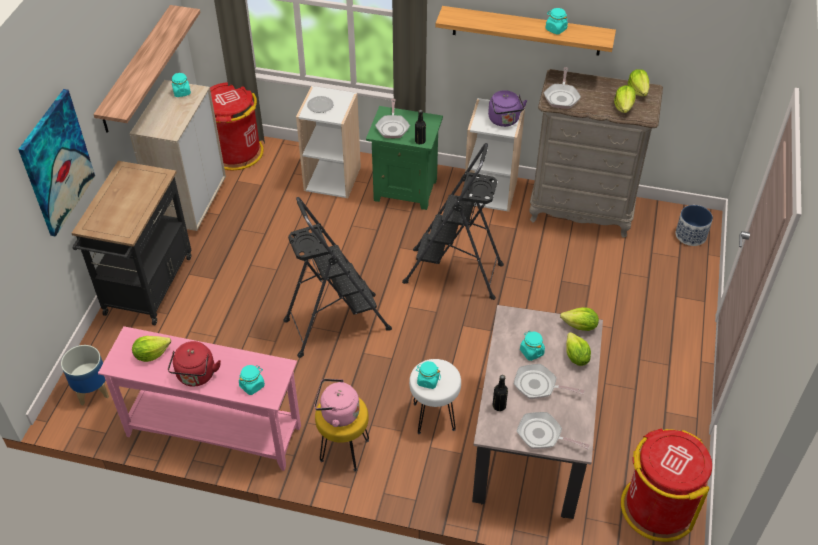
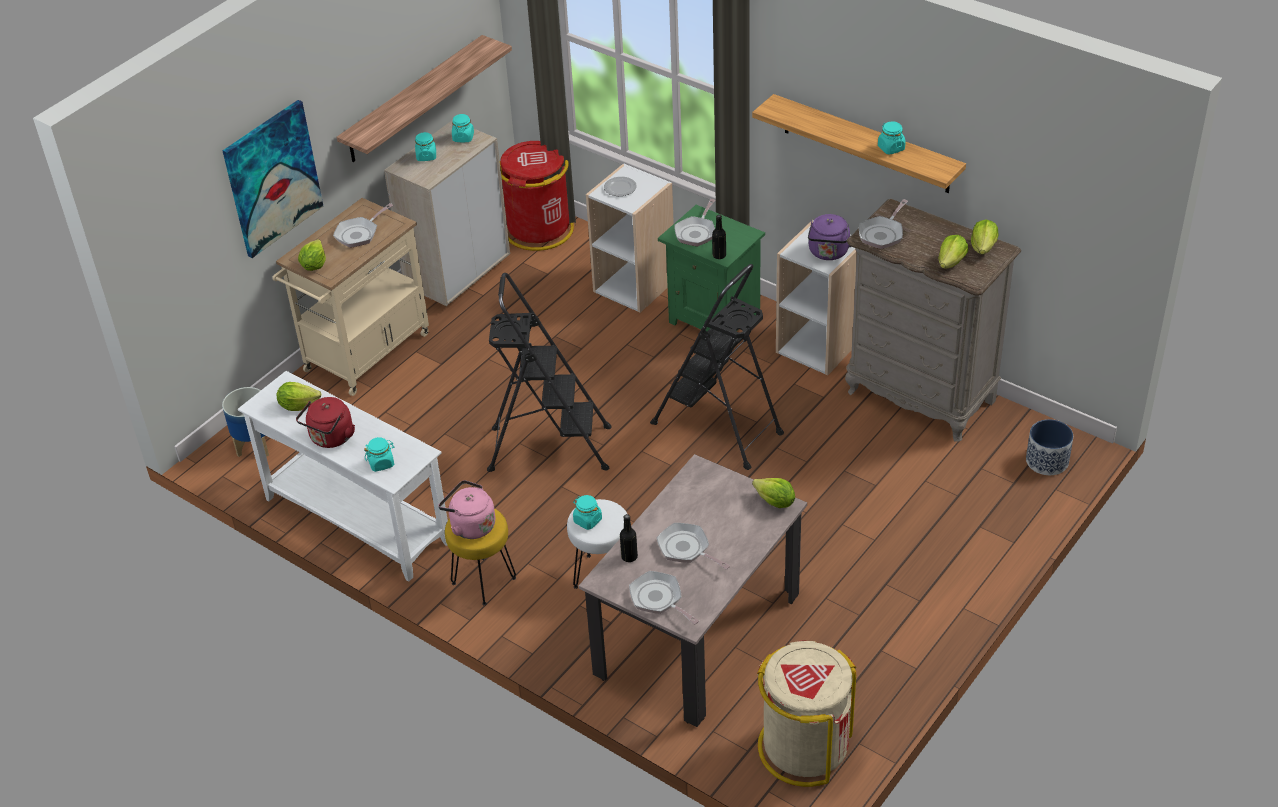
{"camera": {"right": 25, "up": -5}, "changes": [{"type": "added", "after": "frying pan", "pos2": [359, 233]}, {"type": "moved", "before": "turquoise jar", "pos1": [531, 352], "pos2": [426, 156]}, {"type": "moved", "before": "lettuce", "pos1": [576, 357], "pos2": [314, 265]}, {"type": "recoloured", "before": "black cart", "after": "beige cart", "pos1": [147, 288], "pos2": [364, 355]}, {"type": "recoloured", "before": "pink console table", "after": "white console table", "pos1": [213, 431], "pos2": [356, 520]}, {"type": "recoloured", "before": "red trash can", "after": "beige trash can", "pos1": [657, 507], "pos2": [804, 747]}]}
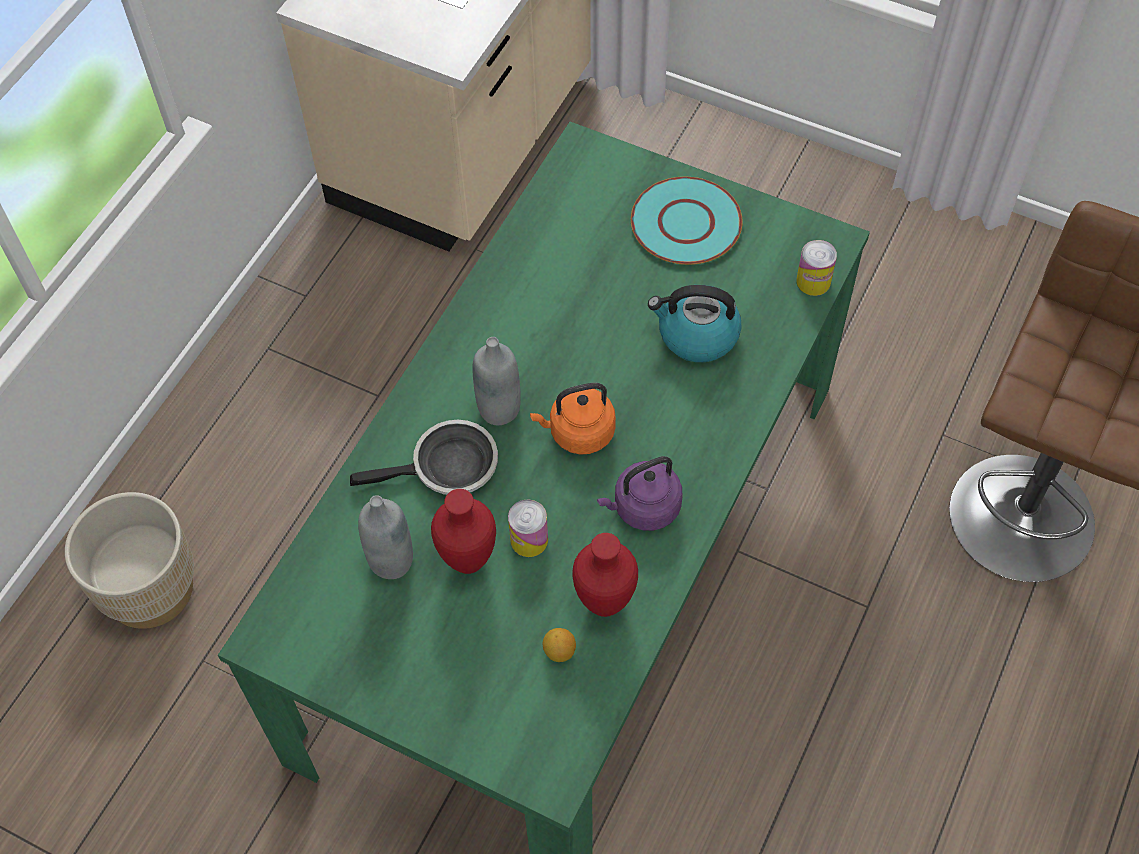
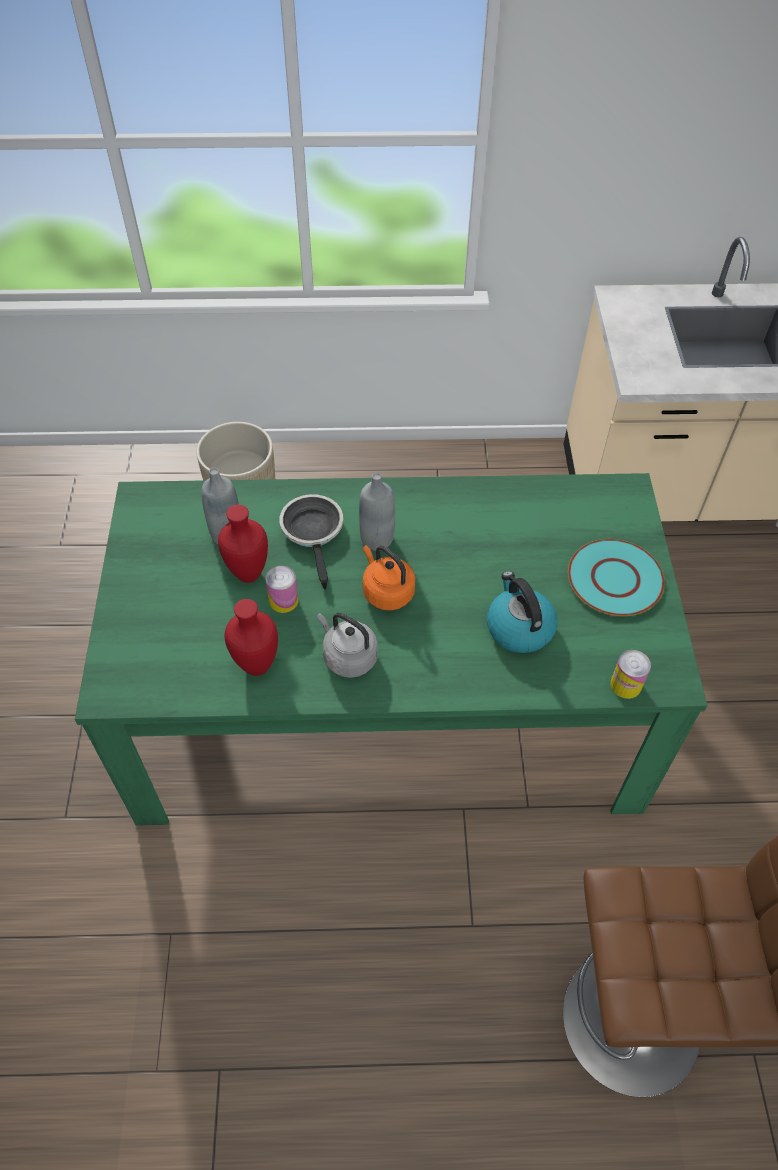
{"camera": {"right": 60, "up": -5}, "changes": [{"type": "removed", "before": "lemon", "pos1": [559, 651]}, {"type": "recoloured", "before": "purple kettle", "after": "grey kettle", "pos1": [643, 508], "pos2": [348, 657]}, {"type": "turned", "before": "frying pan", "pos1": [448, 468], "pos2": [314, 532], "turn": -150}]}
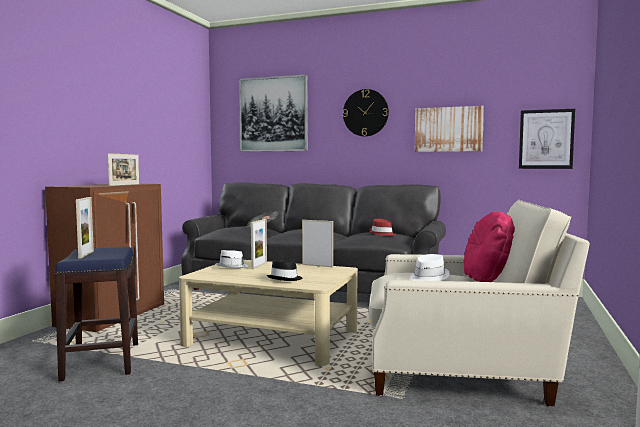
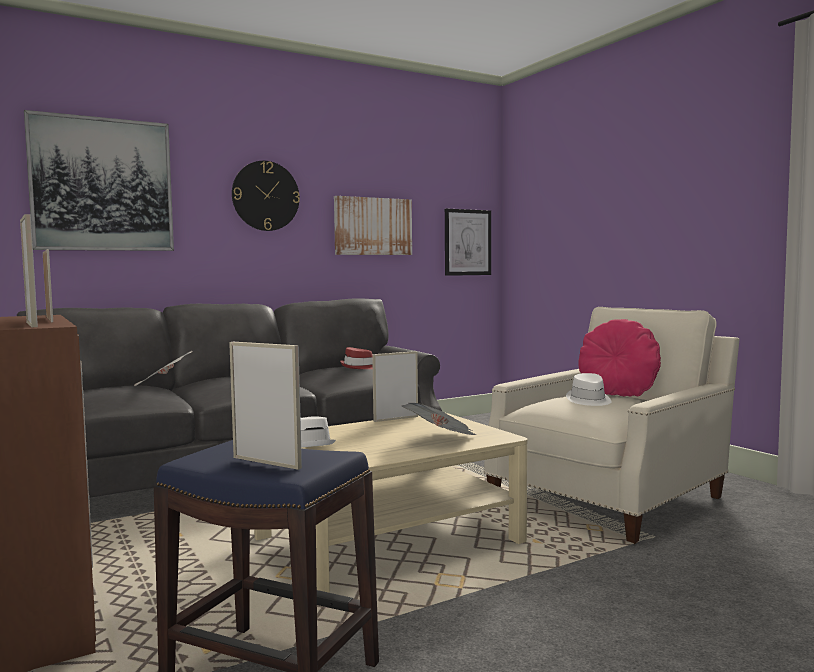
{"camera": {"right": -50, "up": 0}, "changes": [{"type": "moved", "before": "picture frame", "pos1": [259, 266], "pos2": [32, 325]}, {"type": "replaced", "before": "black hat", "after": "newspaper", "pos1": [285, 279], "pos2": [441, 440]}]}
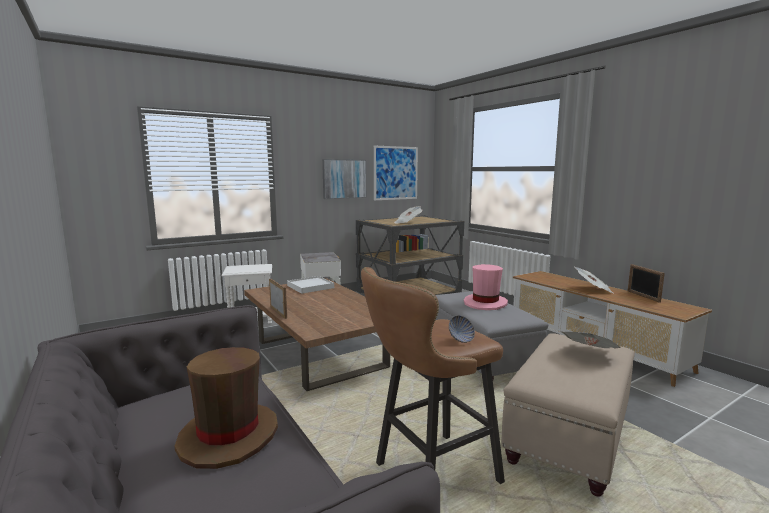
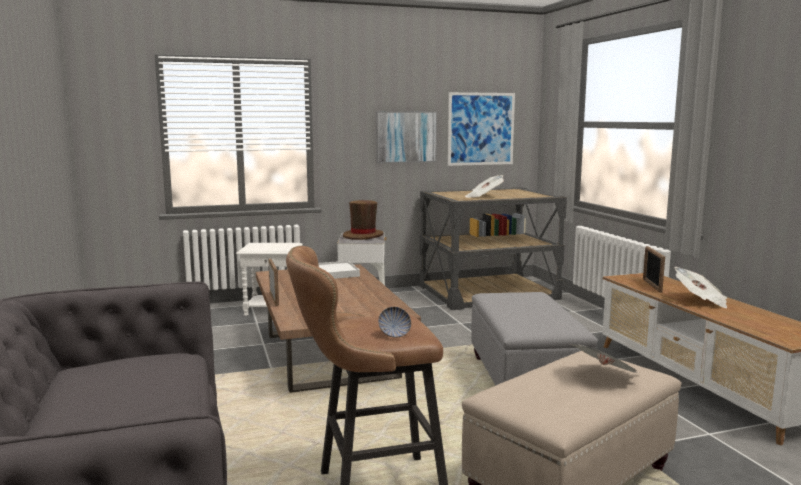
{"camera": {"right": 15, "up": 0}, "changes": [{"type": "removed", "before": "pink hat", "pos1": [485, 303]}, {"type": "moved", "before": "brown hat", "pos1": [229, 436], "pos2": [363, 236]}, {"type": "moved", "before": "picture frame", "pos1": [643, 296], "pos2": [652, 286]}]}
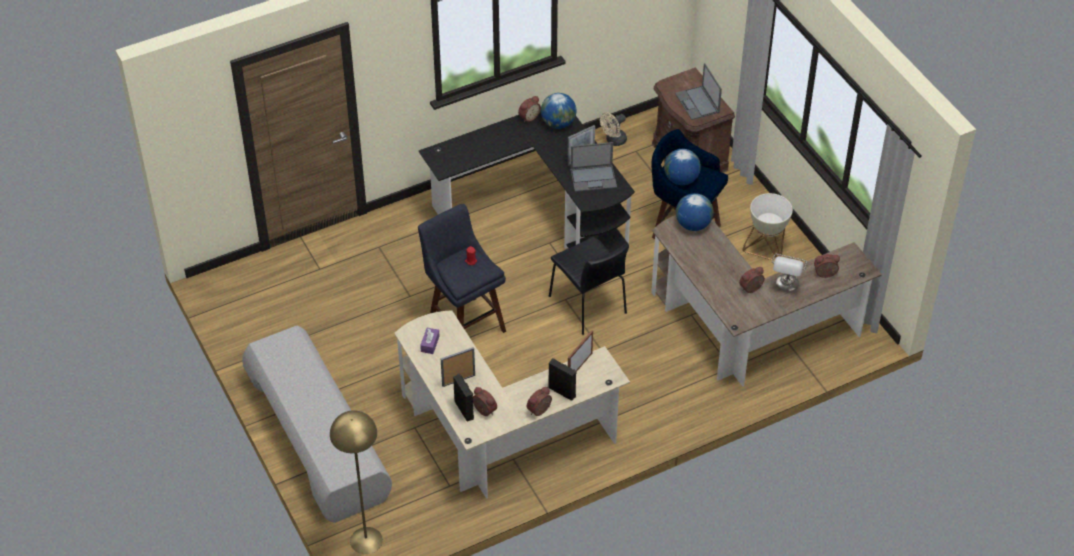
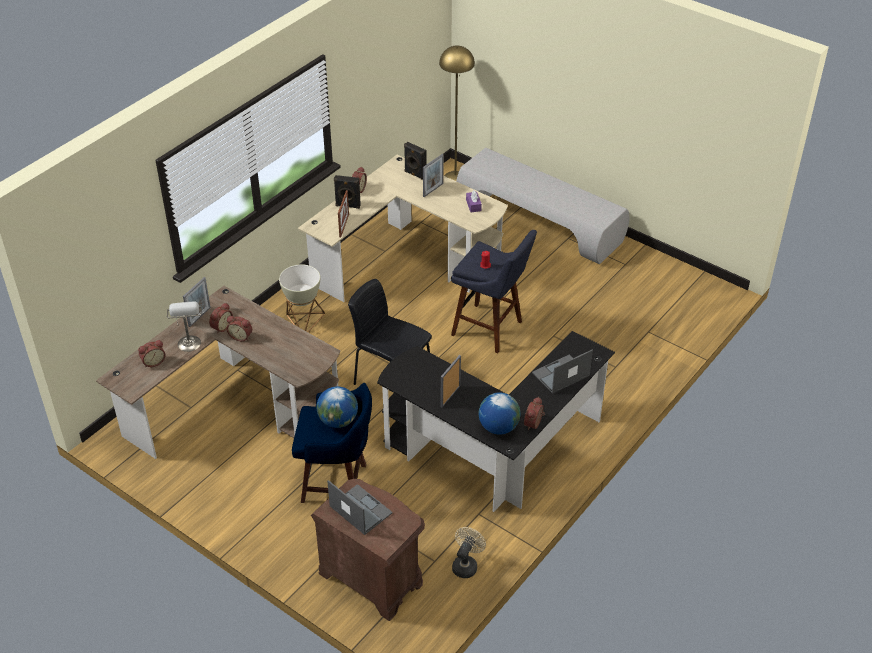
{"camera": {"right": 155, "up": -5}, "changes": [{"type": "removed", "before": "globe", "pos1": [693, 225]}, {"type": "added", "after": "picture frame", "pos2": [199, 317]}, {"type": "moved", "before": "alarm clock", "pos1": [483, 411], "pos2": [241, 336]}, {"type": "moved", "before": "laptop", "pos1": [594, 178], "pos2": [560, 375]}, {"type": "moved", "before": "planter", "pos1": [765, 249], "pos2": [304, 321]}]}
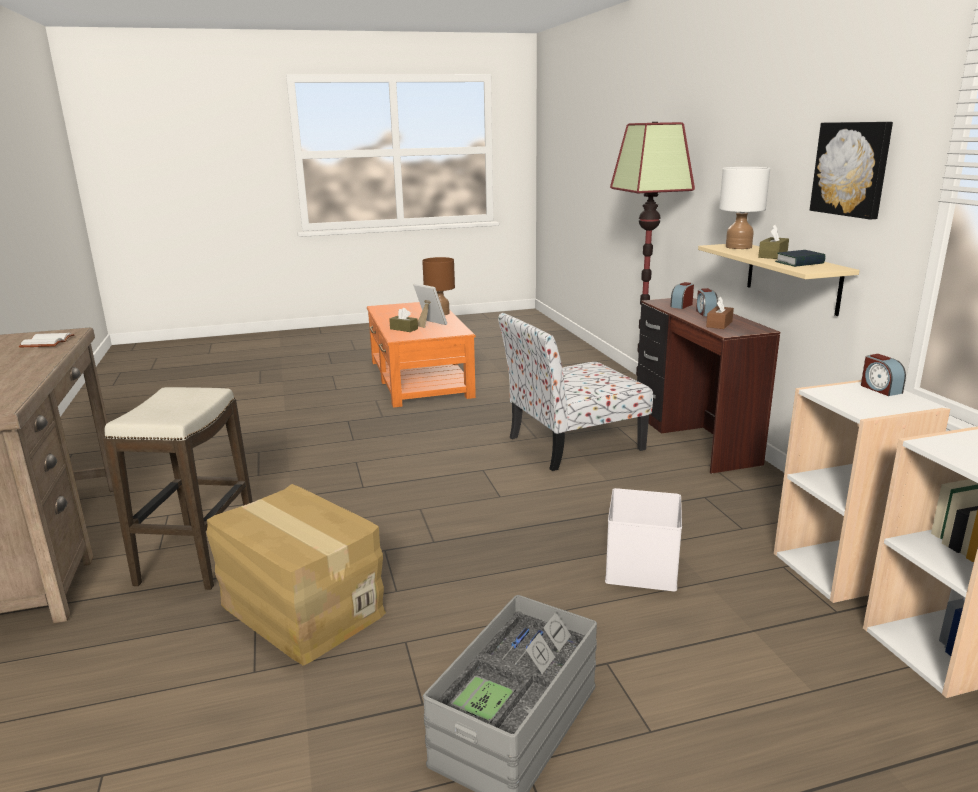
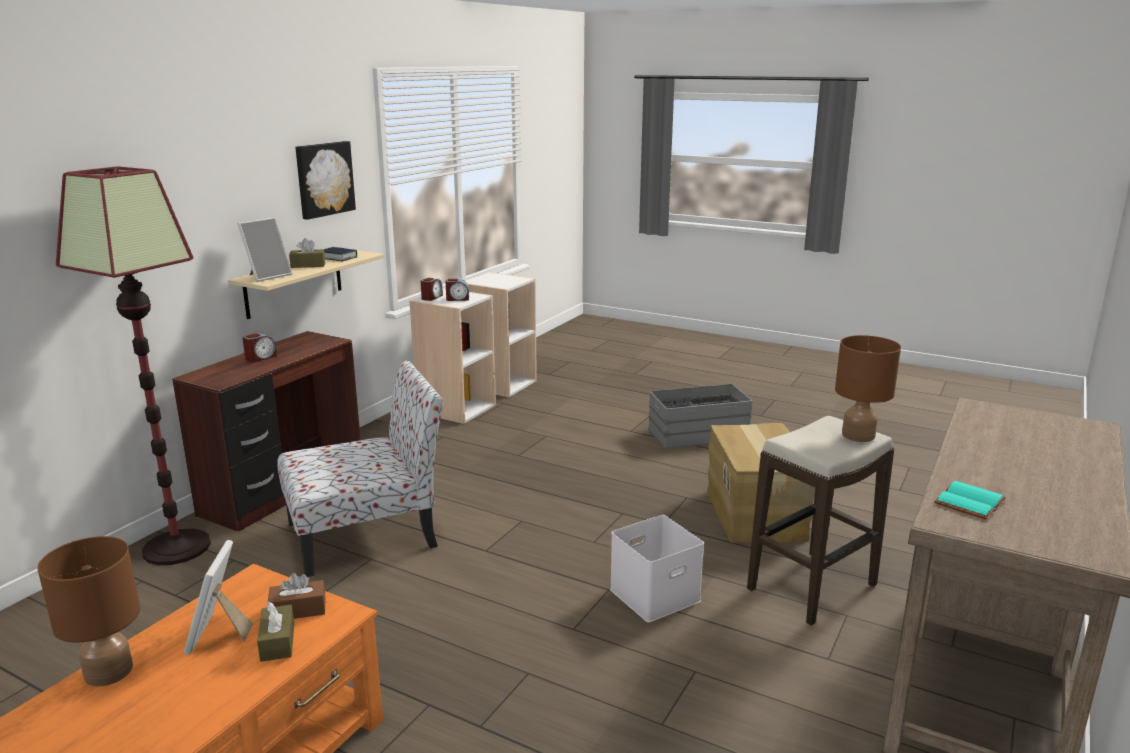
{"camera": {"right": -135, "up": 0}, "changes": [{"type": "added", "after": "brown table lamp", "pos2": [859, 435]}, {"type": "moved", "before": "white storage box", "pos1": [643, 568], "pos2": [655, 594]}, {"type": "moved", "before": "alarm clock", "pos1": [681, 305], "pos2": [457, 299]}, {"type": "moved", "before": "brown tissue box", "pos1": [719, 324], "pos2": [298, 610]}, {"type": "replaced", "before": "white table lamp", "after": "picture frame", "pos1": [739, 247], "pos2": [267, 276]}, {"type": "recoloured", "before": "white book", "after": "turquoise book", "pos1": [48, 342], "pos2": [968, 501]}, {"type": "turned", "before": "chair", "pos1": [572, 444], "pos2": [366, 534], "turn": -45}]}
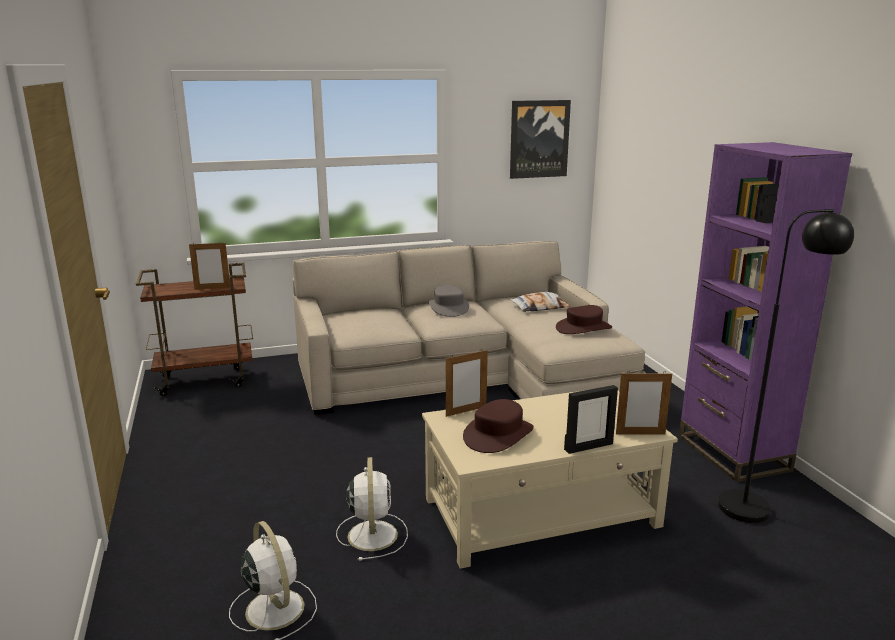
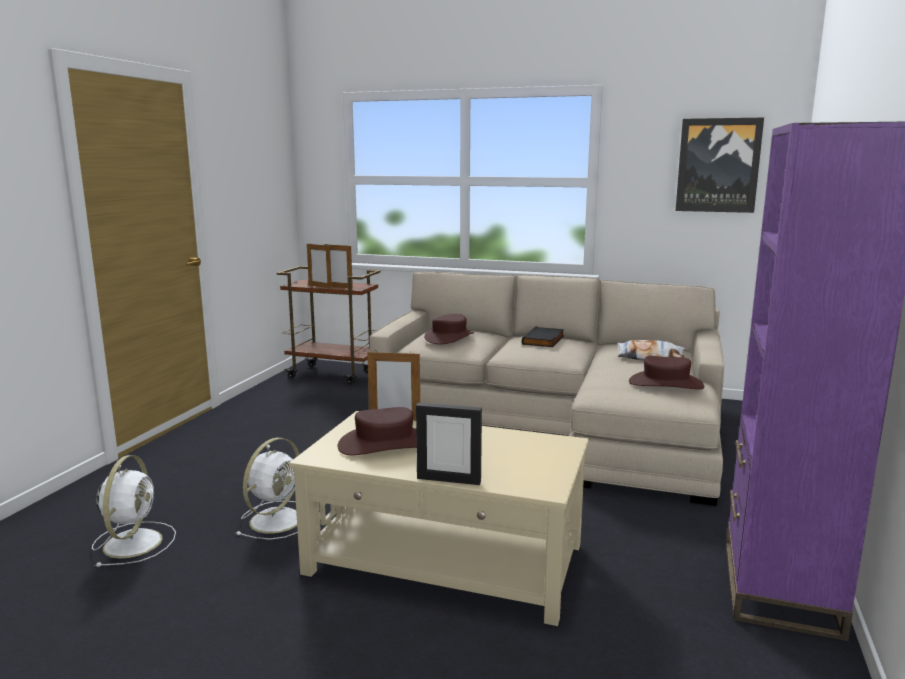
{"camera": {"right": 35, "up": -5}, "changes": [{"type": "removed", "before": "black floor lamp", "pos1": [757, 506]}, {"type": "added", "after": "brown hat", "pos2": [449, 337]}, {"type": "moved", "before": "picture frame", "pos1": [640, 434], "pos2": [320, 286]}, {"type": "replaced", "before": "grey hat", "after": "black book", "pos1": [448, 307], "pos2": [544, 340]}]}
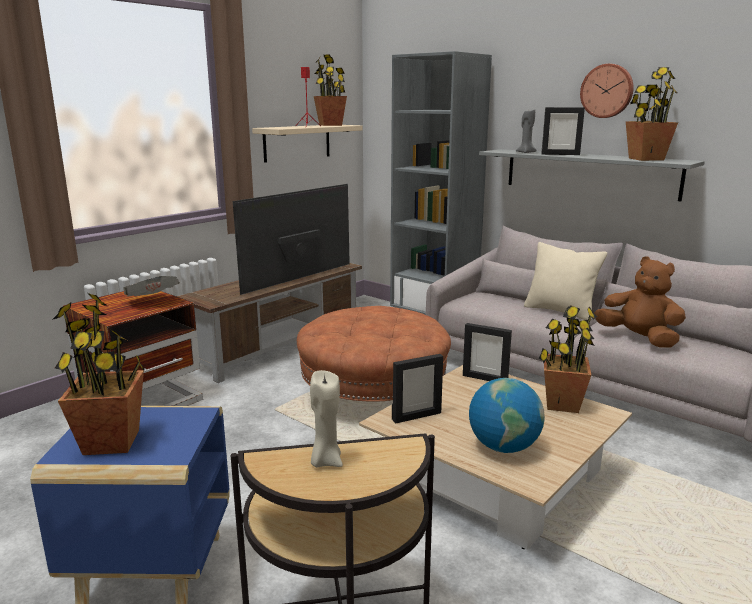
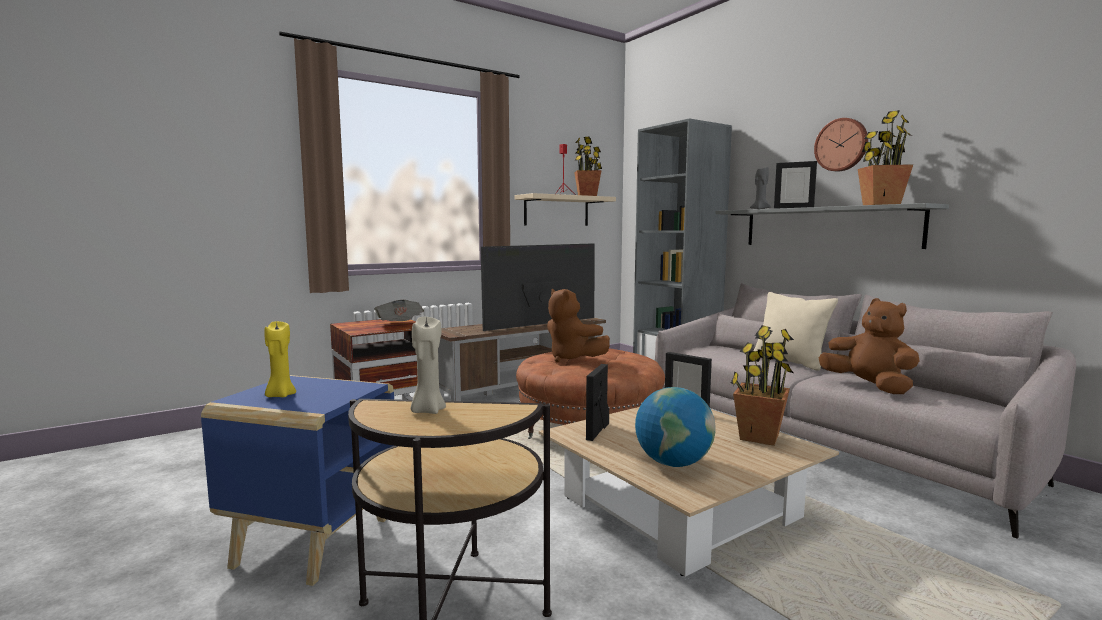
{"camera": {"right": 15, "up": -10}, "changes": [{"type": "added", "after": "brown plush toy", "pos2": [572, 359]}, {"type": "replaced", "before": "potted plant", "after": "yellow candle", "pos1": [112, 442], "pos2": [280, 395]}, {"type": "turned", "before": "picture frame", "pos1": [416, 416], "pos2": [597, 431], "turn": 120}]}
